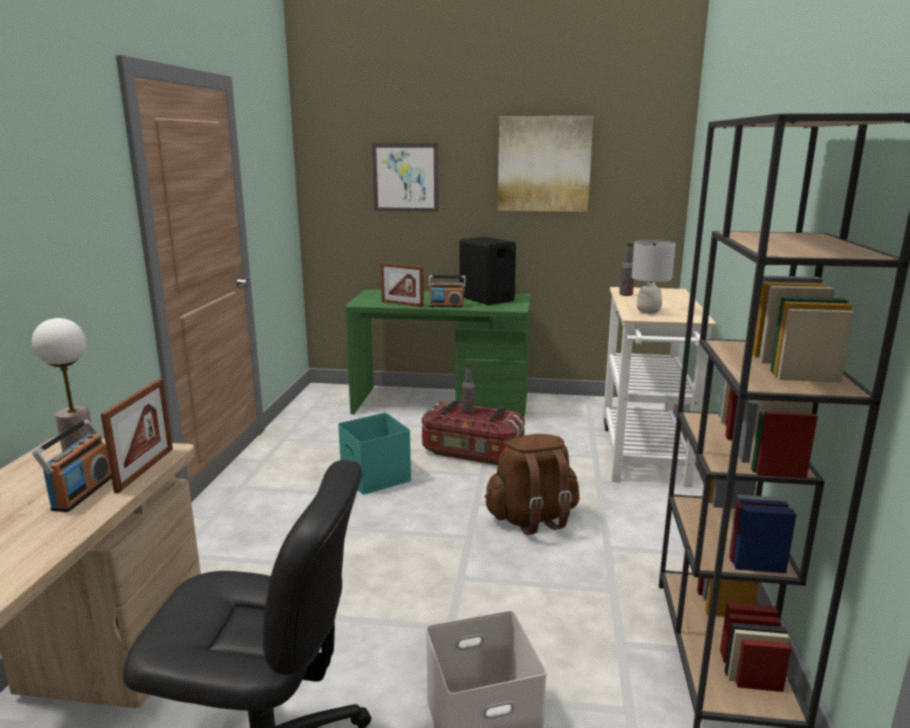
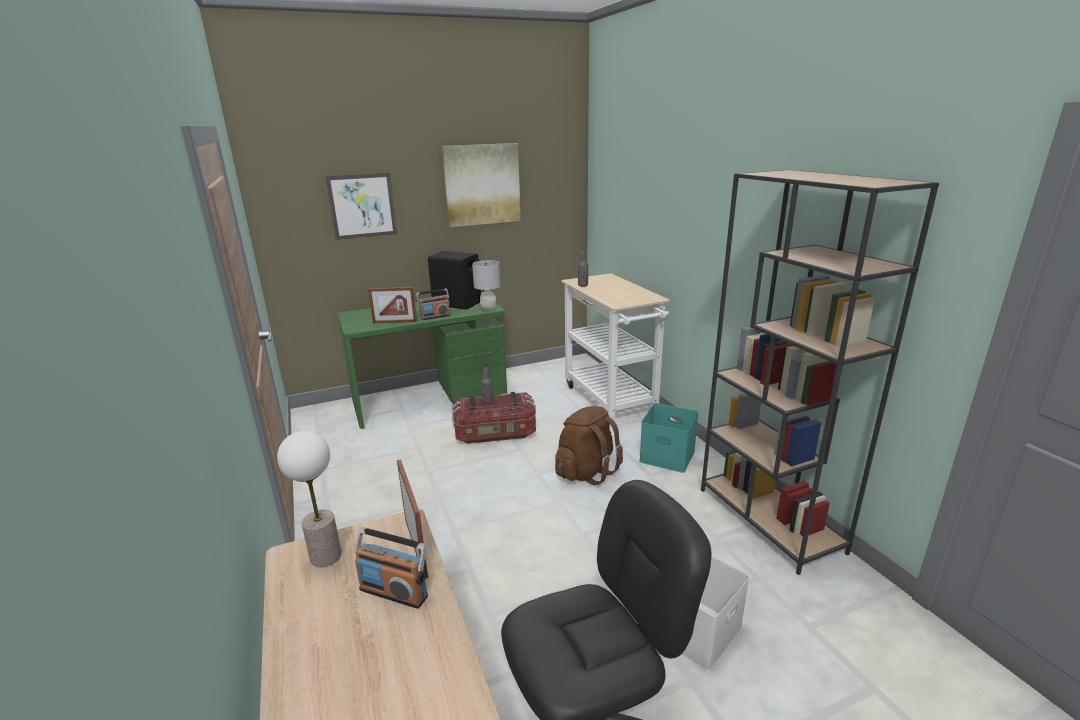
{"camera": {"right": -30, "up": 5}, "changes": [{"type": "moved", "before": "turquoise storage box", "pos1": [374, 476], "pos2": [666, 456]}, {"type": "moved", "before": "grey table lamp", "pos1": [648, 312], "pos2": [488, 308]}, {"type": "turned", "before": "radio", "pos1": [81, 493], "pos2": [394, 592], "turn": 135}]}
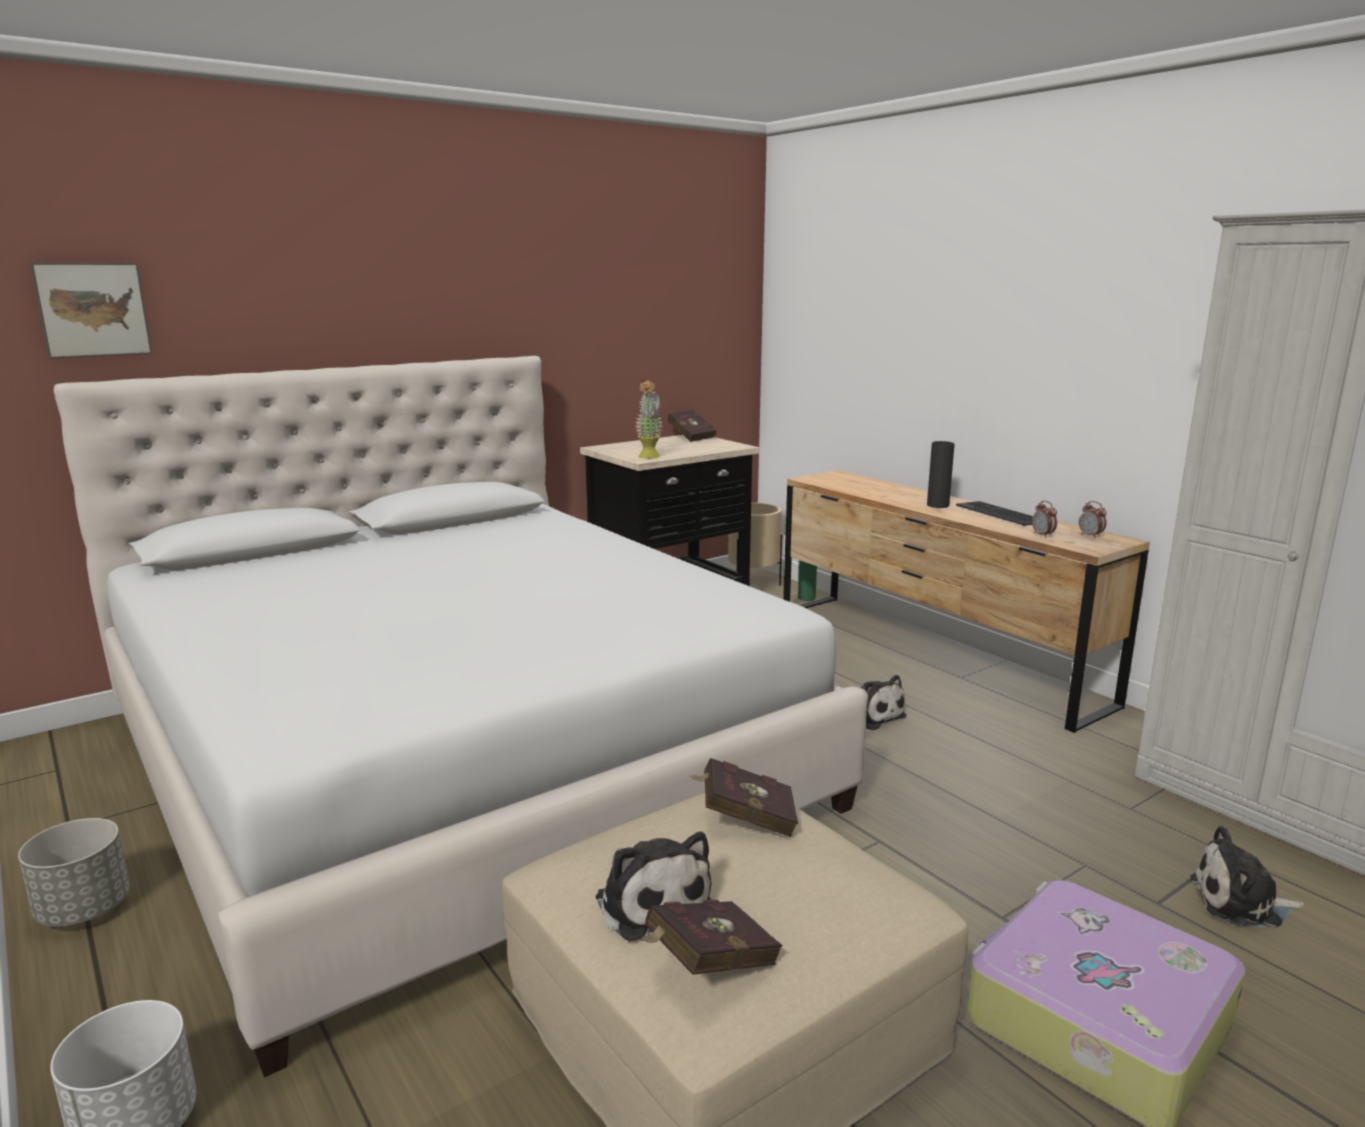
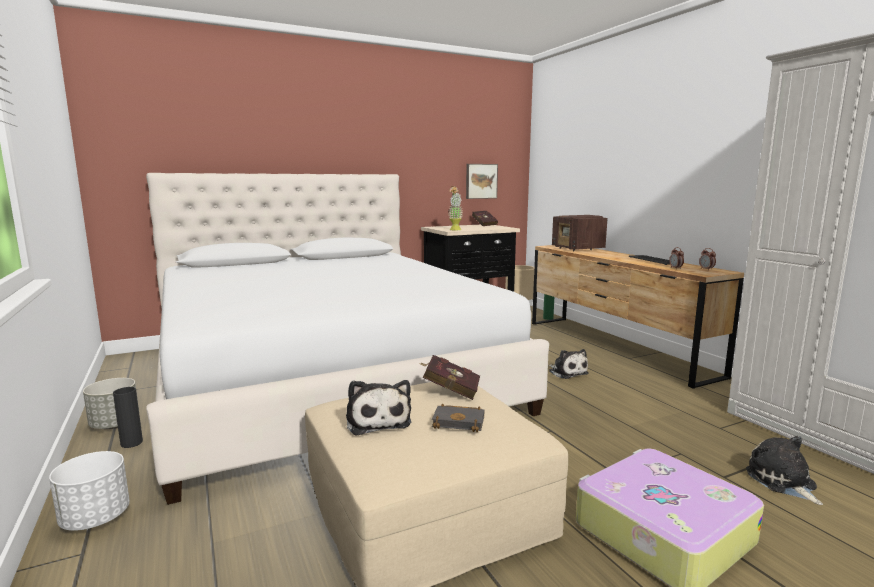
{"camera": {"right": 10, "up": -5}, "changes": [{"type": "removed", "before": "red book", "pos1": [707, 964]}, {"type": "added", "after": "black book", "pos2": [460, 421]}, {"type": "added", "after": "radio", "pos2": [578, 249]}, {"type": "moved", "before": "picture", "pos1": [92, 309], "pos2": [481, 181]}, {"type": "moved", "before": "black vase", "pos1": [937, 505], "pos2": [131, 443]}, {"type": "turned", "before": "plush toy", "pos1": [1241, 903], "pos2": [782, 482], "turn": 60}]}
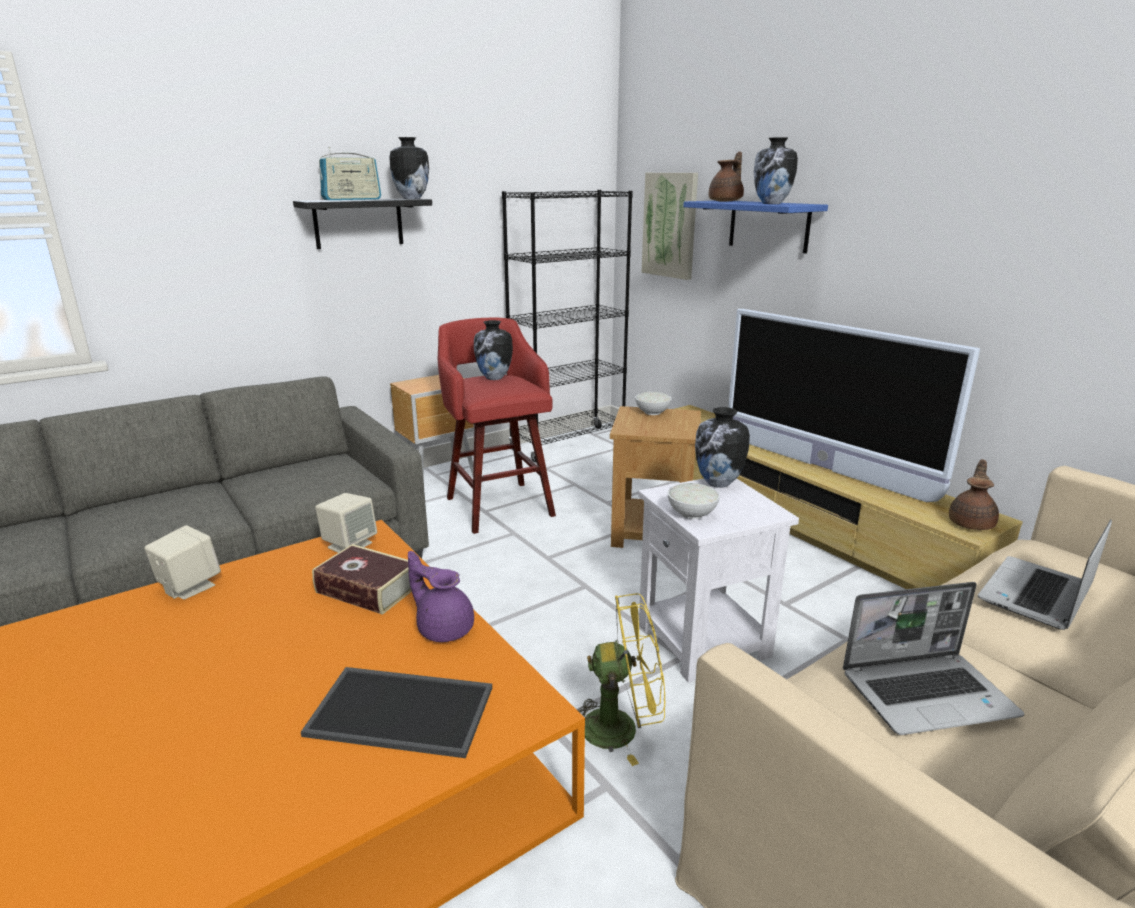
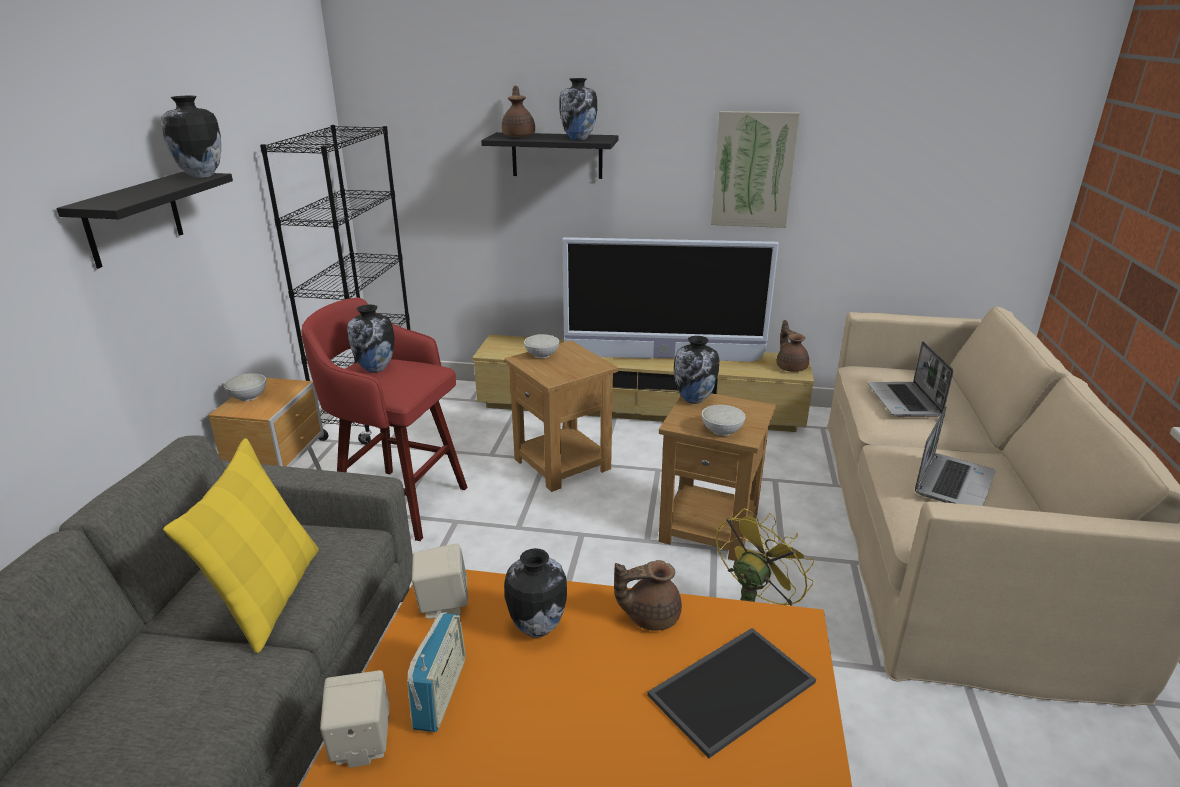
{"camera": {"right": -45, "up": 5}, "changes": [{"type": "added", "after": "yellow pillow", "pos2": [268, 596]}, {"type": "added", "after": "white bowl", "pos2": [248, 396]}, {"type": "moved", "before": "radio", "pos1": [352, 199], "pos2": [440, 693]}, {"type": "moved", "before": "picture", "pos1": [670, 225], "pos2": [753, 170]}, {"type": "replaced", "before": "book", "after": "vase", "pos1": [367, 589], "pos2": [536, 628]}, {"type": "recoloured", "before": "purple teapot", "after": "brown teapot", "pos1": [444, 628], "pos2": [649, 616]}, {"type": "recoloured", "before": "white side table", "after": "brown side table", "pos1": [704, 641], "pos2": [710, 528]}, {"type": "recoloured", "before": "blue shelf", "after": "black shelf", "pos1": [768, 226], "pos2": [557, 155]}]}
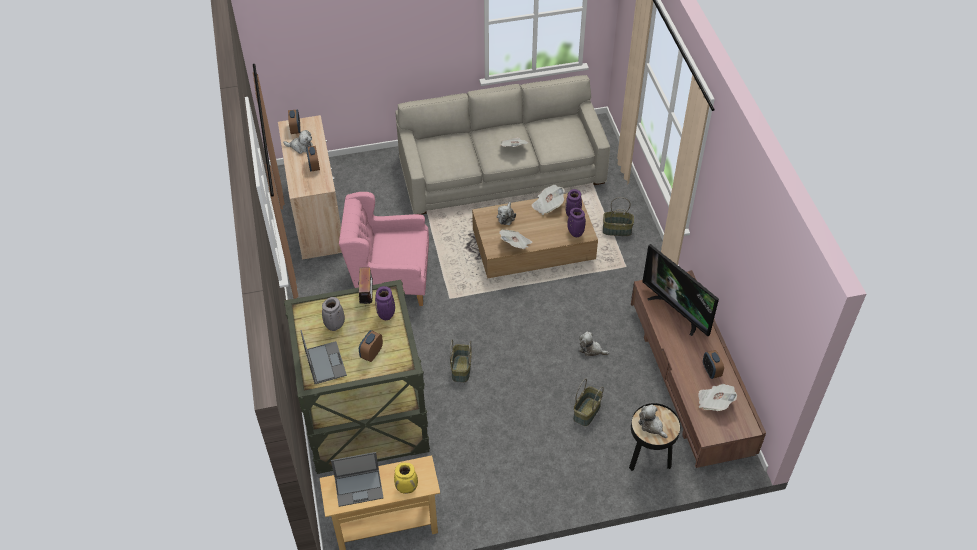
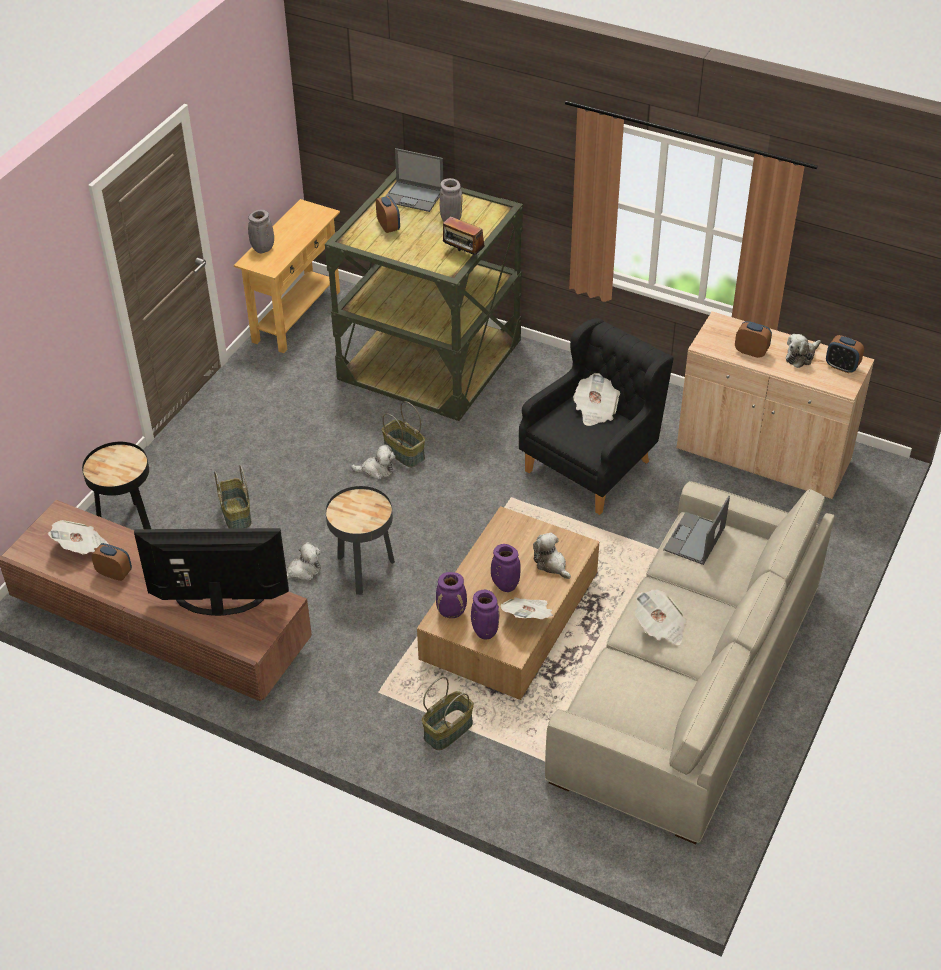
{"camera": {"right": 130, "up": -5}, "changes": [{"type": "added", "after": "black side table", "pos2": [364, 570]}, {"type": "moved", "before": "laptop", "pos1": [359, 487], "pos2": [694, 539]}, {"type": "moved", "before": "purple vase", "pos1": [386, 315], "pos2": [504, 585]}, {"type": "moved", "before": "newspaper", "pos1": [516, 245], "pos2": [595, 410]}, {"type": "moved", "before": "plush toy", "pos1": [651, 426], "pos2": [376, 470]}, {"type": "recoloured", "before": "pink armchair", "after": "black armchair", "pos1": [390, 280], "pos2": [593, 465]}, {"type": "recoloured", "before": "yellow vase", "after": "grey vase", "pos1": [407, 488], "pos2": [263, 249]}]}
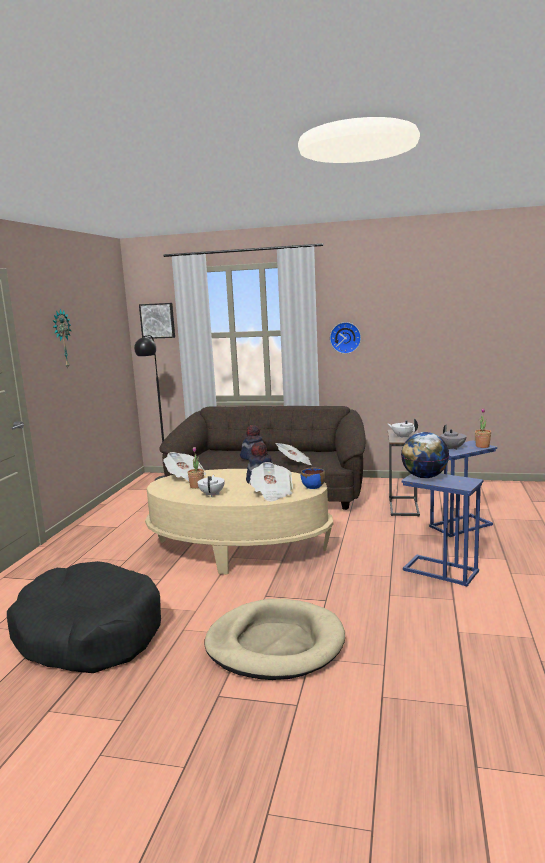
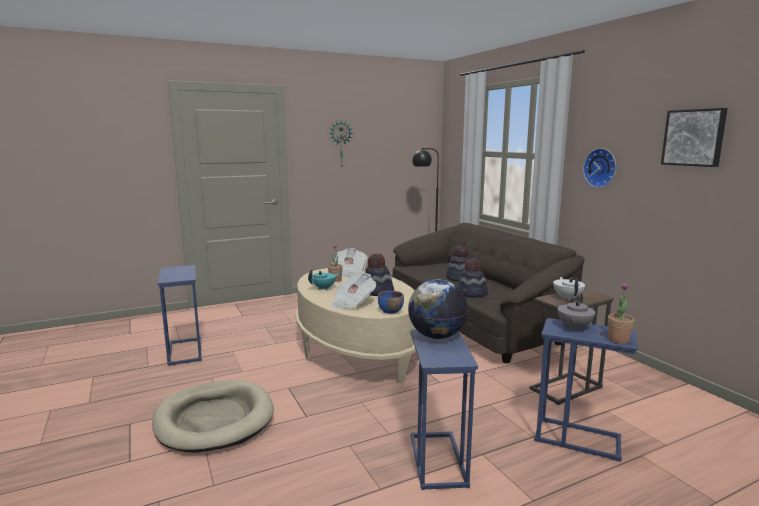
{"camera": {"right": 50, "up": 0}, "changes": [{"type": "moved", "before": "picture", "pos1": [157, 320], "pos2": [694, 137]}, {"type": "replaced", "before": "black dog bed", "after": "blue side table", "pos1": [89, 633], "pos2": [185, 352]}, {"type": "replaced", "before": "newspaper", "after": "hat", "pos1": [294, 463], "pos2": [472, 294]}, {"type": "recoloured", "before": "white teapot", "after": "turquoise teapot", "pos1": [212, 494], "pos2": [324, 288]}]}
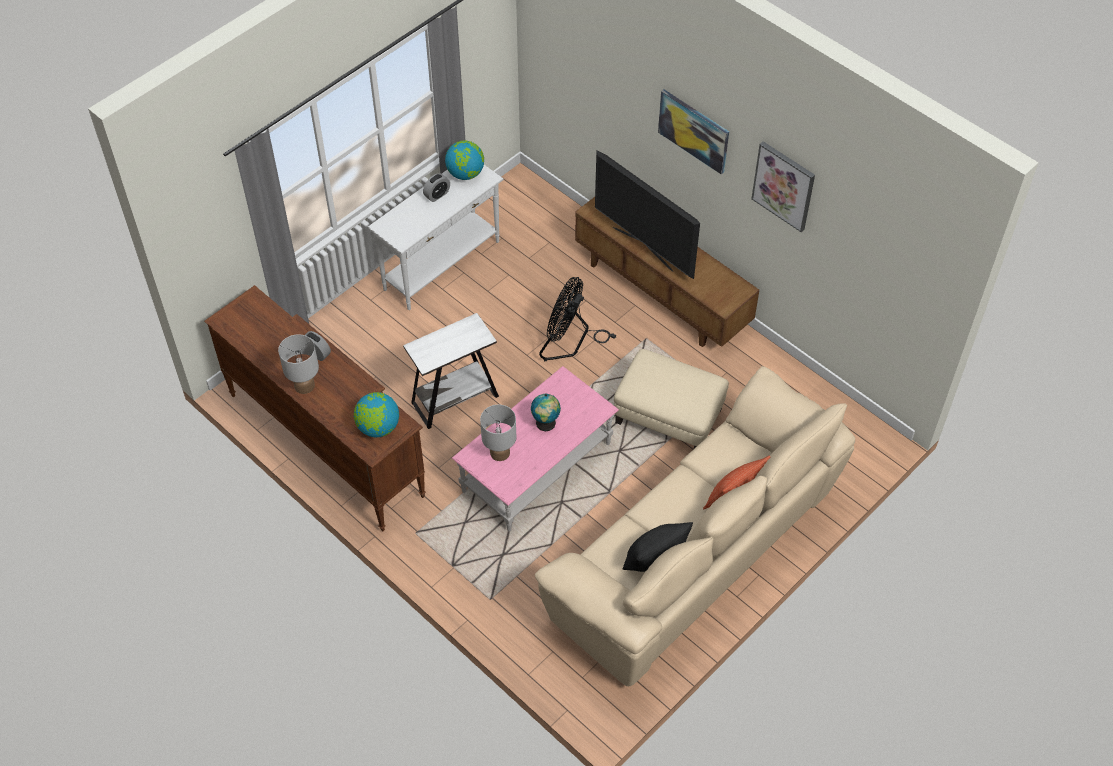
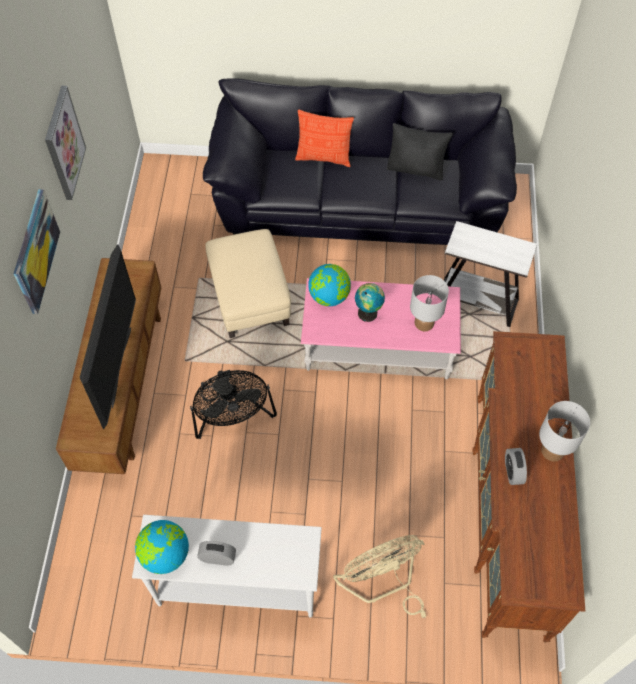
{"camera": {"right": -130, "up": 5}, "changes": [{"type": "added", "after": "beige fan", "pos2": [386, 581]}, {"type": "moved", "before": "globe", "pos1": [378, 427], "pos2": [329, 297]}, {"type": "moved", "before": "white side table", "pos1": [455, 399], "pos2": [476, 302]}, {"type": "recoloured", "before": "beige sofa", "after": "black sofa", "pos1": [692, 558], "pos2": [358, 209]}]}
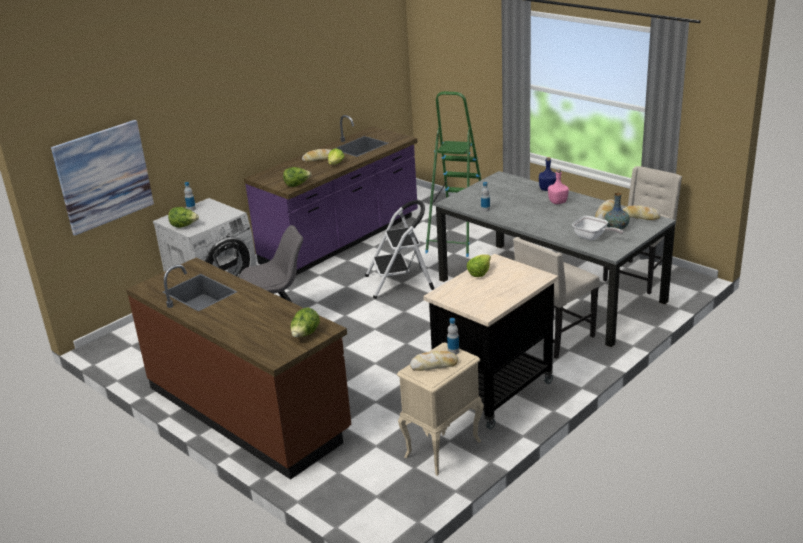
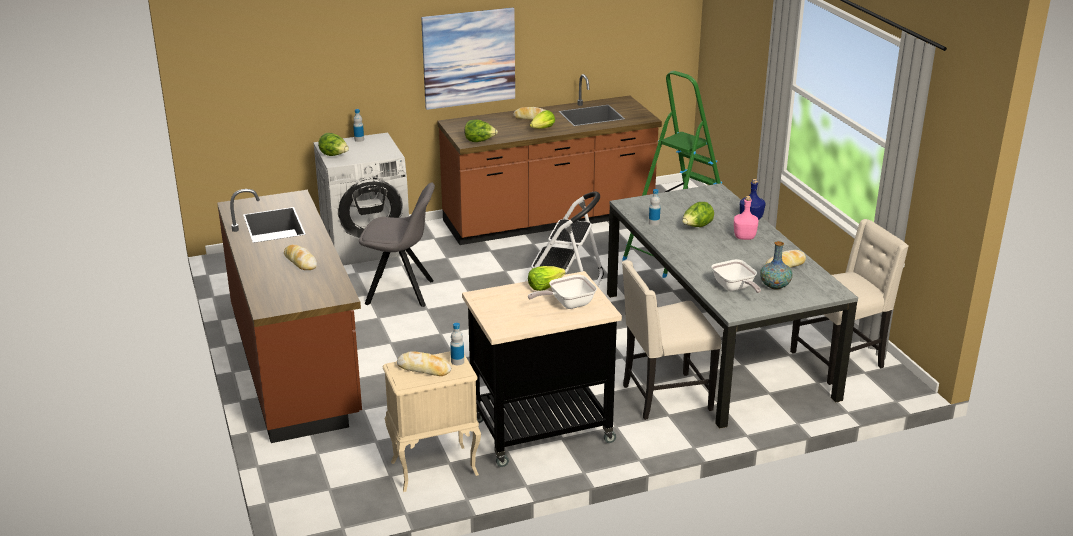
{"camera": {"right": 25, "up": 0}, "changes": [{"type": "added", "after": "frying pan", "pos2": [567, 304]}, {"type": "moved", "before": "picture", "pos1": [103, 176], "pos2": [468, 58]}, {"type": "moved", "before": "lettuce", "pos1": [305, 335], "pos2": [697, 227]}, {"type": "moved", "before": "bread", "pos1": [640, 217], "pos2": [300, 262]}, {"type": "recoloured", "before": "purple counter", "after": "brown counter", "pos1": [342, 240], "pos2": [549, 220]}]}
